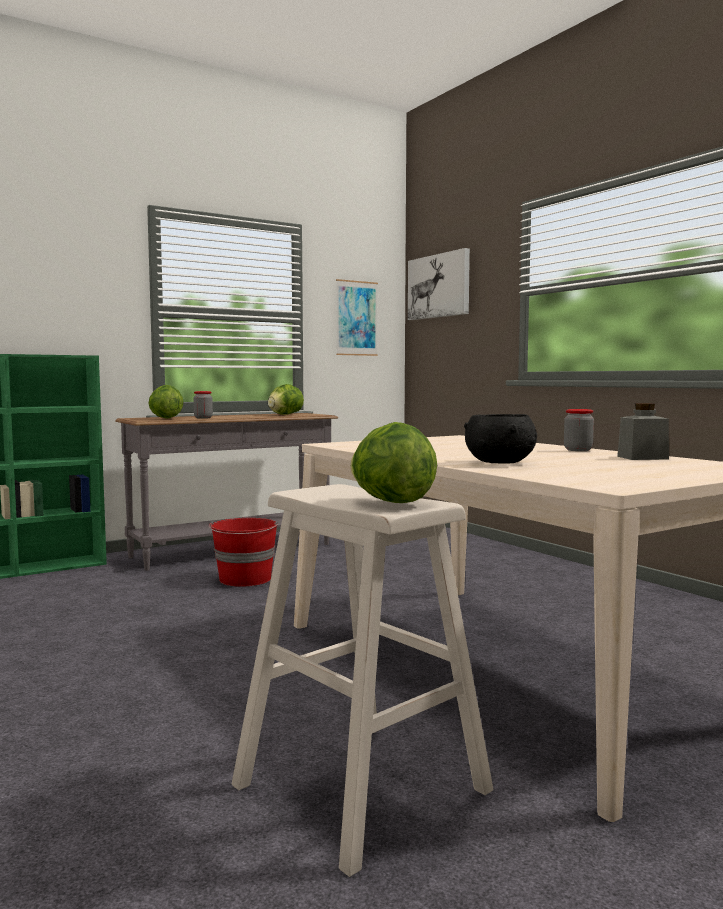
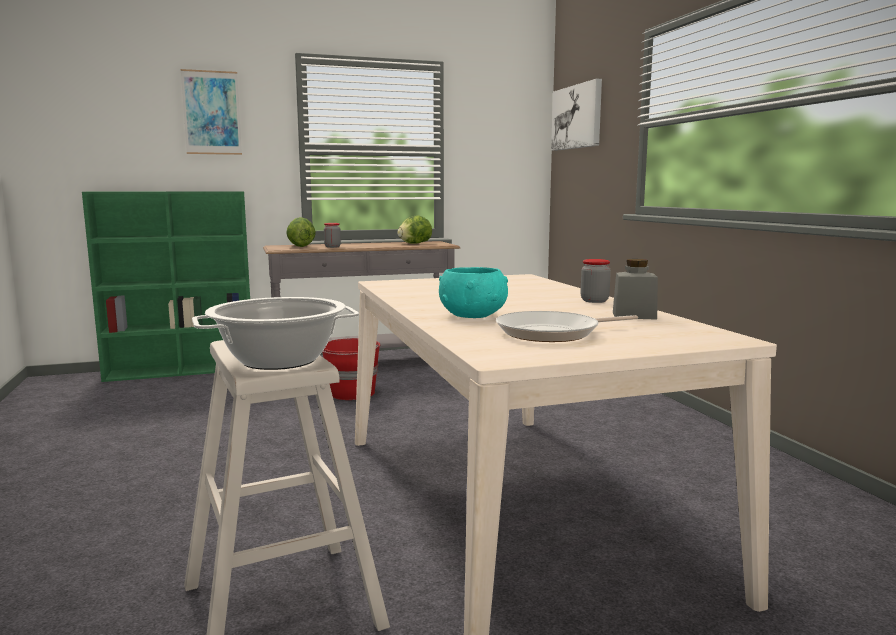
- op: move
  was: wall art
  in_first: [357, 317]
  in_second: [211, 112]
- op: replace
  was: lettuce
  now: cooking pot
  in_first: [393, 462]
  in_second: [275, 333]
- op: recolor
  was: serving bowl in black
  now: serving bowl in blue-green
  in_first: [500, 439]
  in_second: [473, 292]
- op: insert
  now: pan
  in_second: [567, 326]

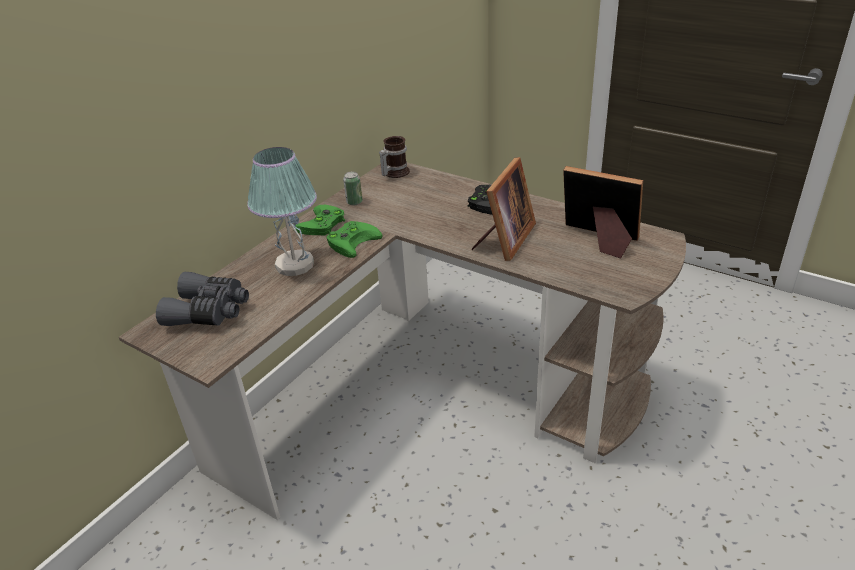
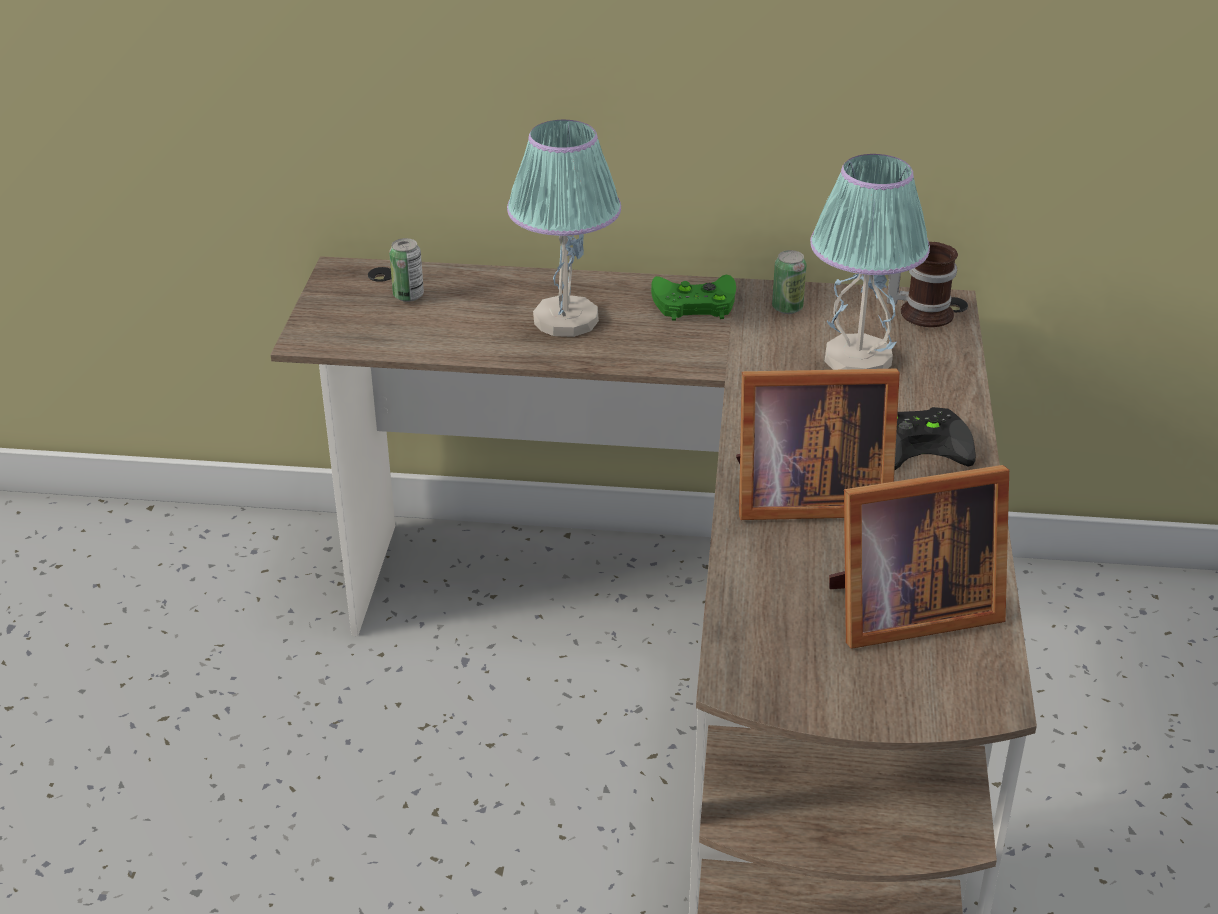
- op: replace
  was: pair of binoculars in greyish
  now: sealed can
  in_first: [202, 299]
  in_second: [406, 270]
- op: insert
  now: tabletop lamp
  in_second: [870, 262]
- op: rotate
  was: standing frame
  in_first: [603, 212]
  in_second: [919, 557]
  clockwise: 75
- op: delete
  was: gamepad in greenish
  in_first: [354, 239]

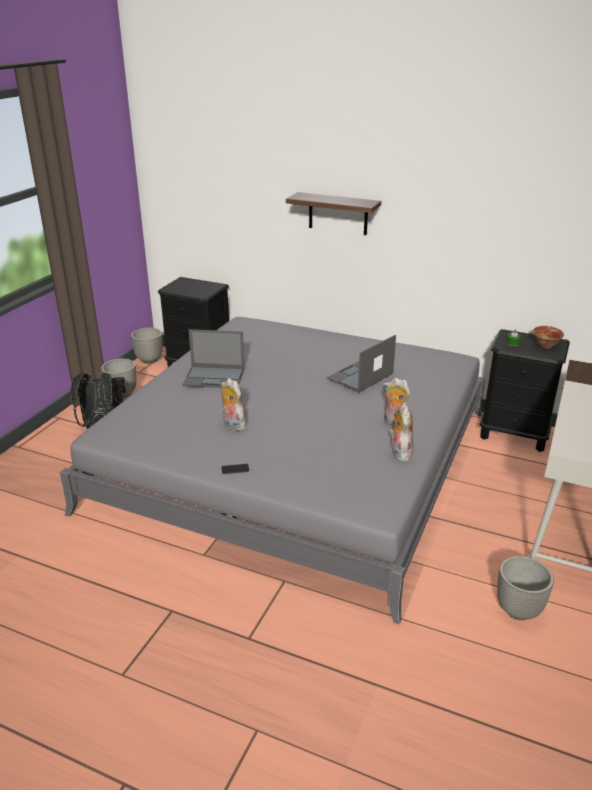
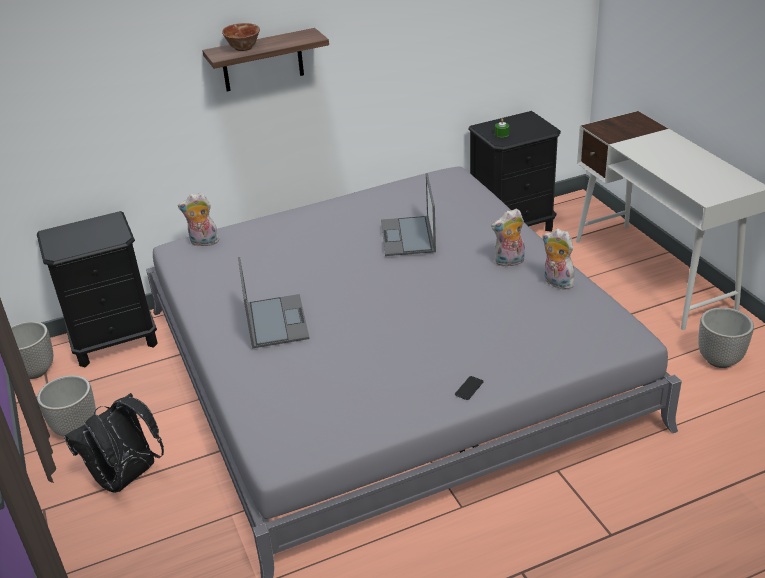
- op: move
  was: soft toy
  in_first: [233, 404]
  in_second: [198, 220]
- op: move
  was: serving bowl
  in_first: [548, 337]
  in_second: [241, 37]
- op: rotate
  was: portable computer
  in_first: [213, 358]
  in_second: [274, 302]
  clockwise: -60

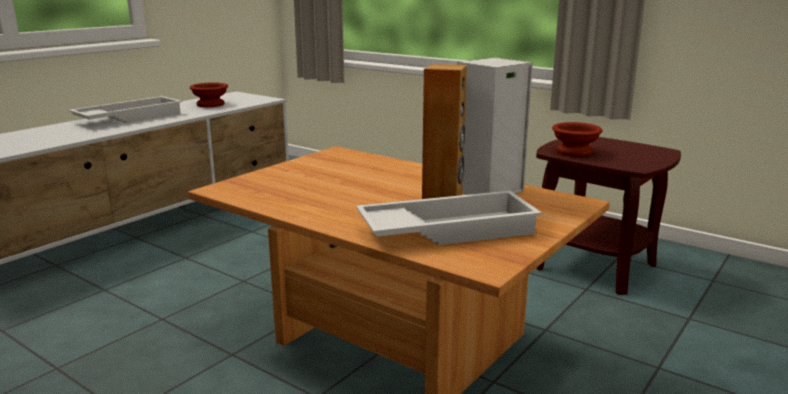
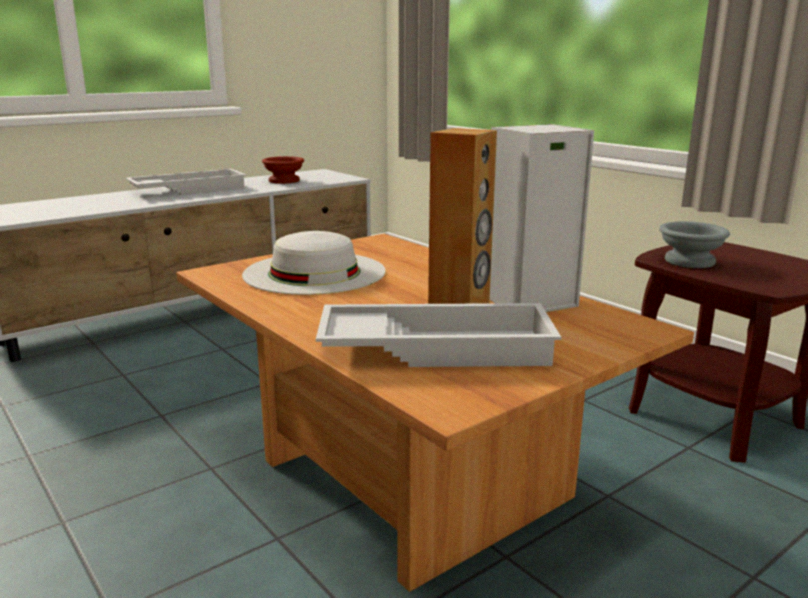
- op: insert
  now: clothing hat in white
  in_second: [314, 263]
- op: recolor
  was: serving bowl in brownish
  now: serving bowl in greyish
  in_first: [577, 139]
  in_second: [694, 244]

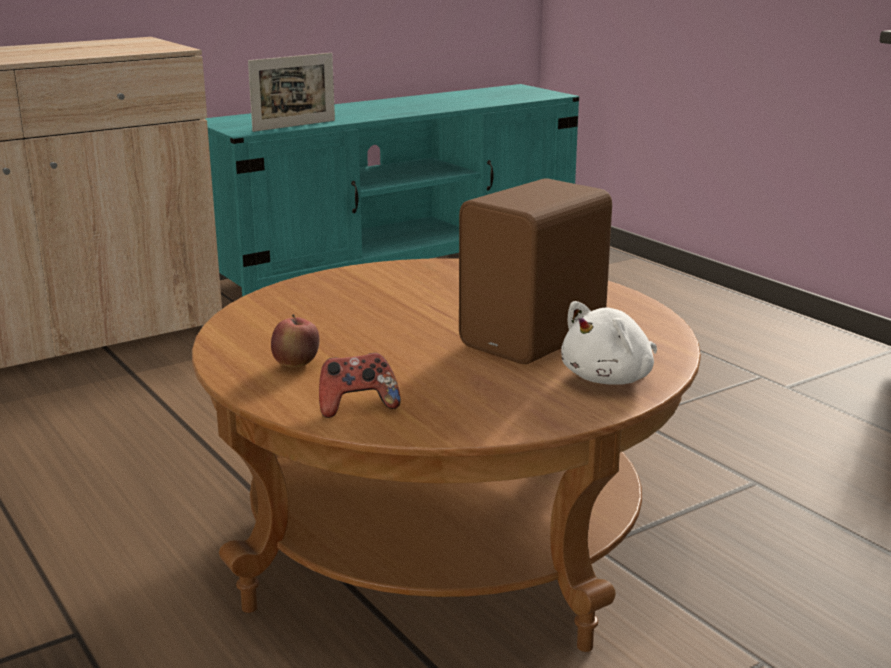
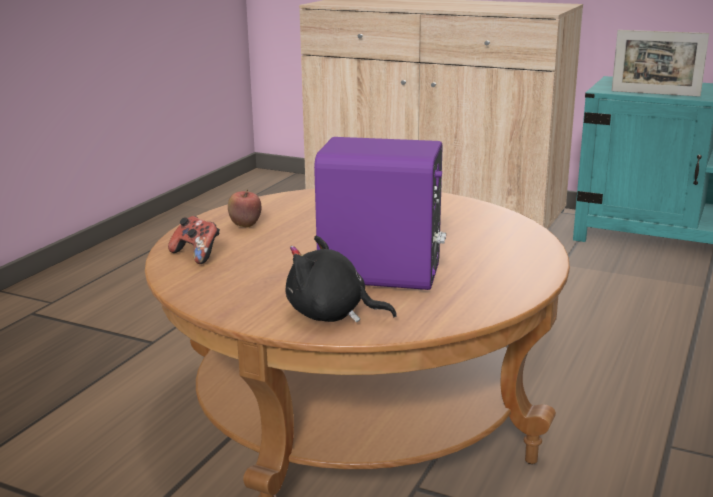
- op: recolor
  was: soft toy in white
  now: soft toy in black
  in_first: [609, 343]
  in_second: [341, 279]
- op: recolor
  was: loudspeaker in brownish
  now: loudspeaker in purplish
  in_first: [535, 271]
  in_second: [380, 213]

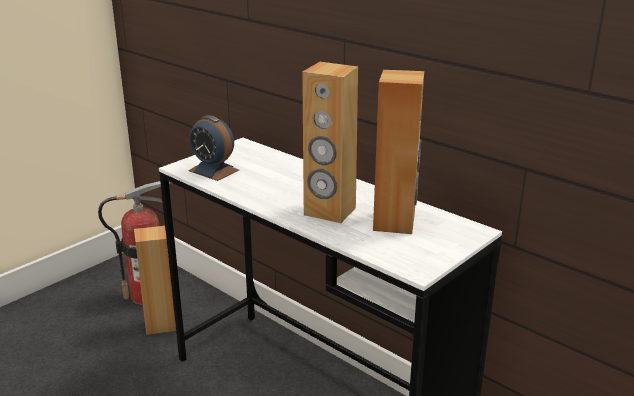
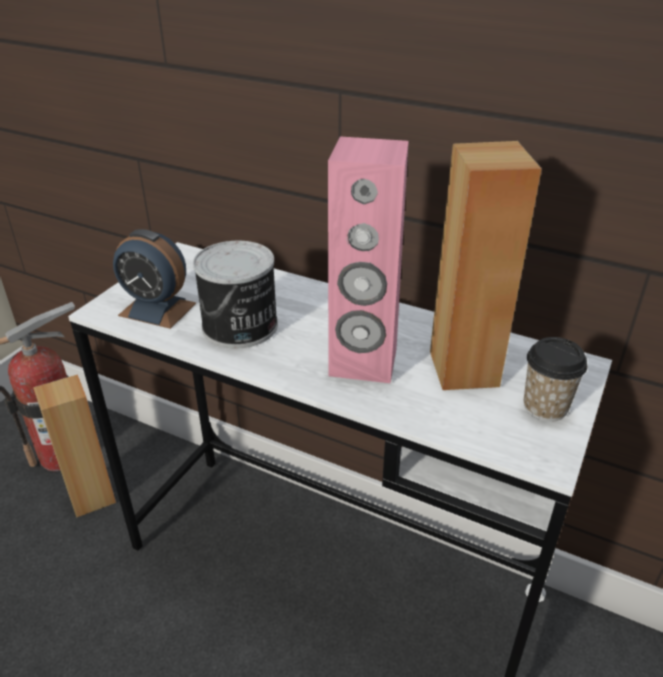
- op: insert
  now: sealed can
  in_second: [235, 294]
- op: recolor
  was: loudspeaker in brownish
  now: loudspeaker in pinkish
  in_first: [330, 142]
  in_second: [368, 259]
- op: insert
  now: small cup
  in_second: [555, 379]

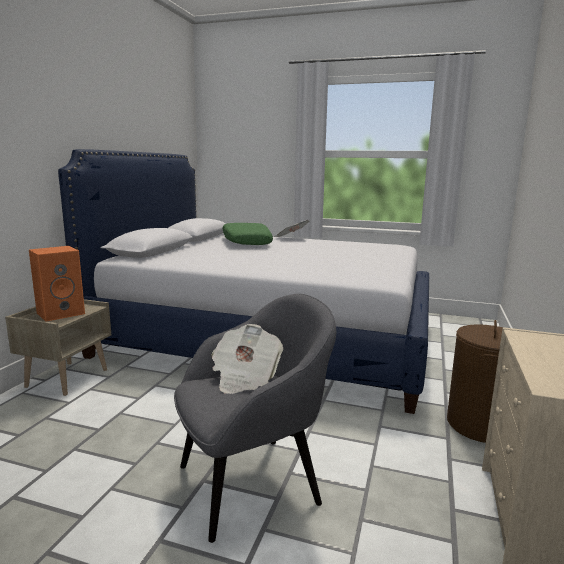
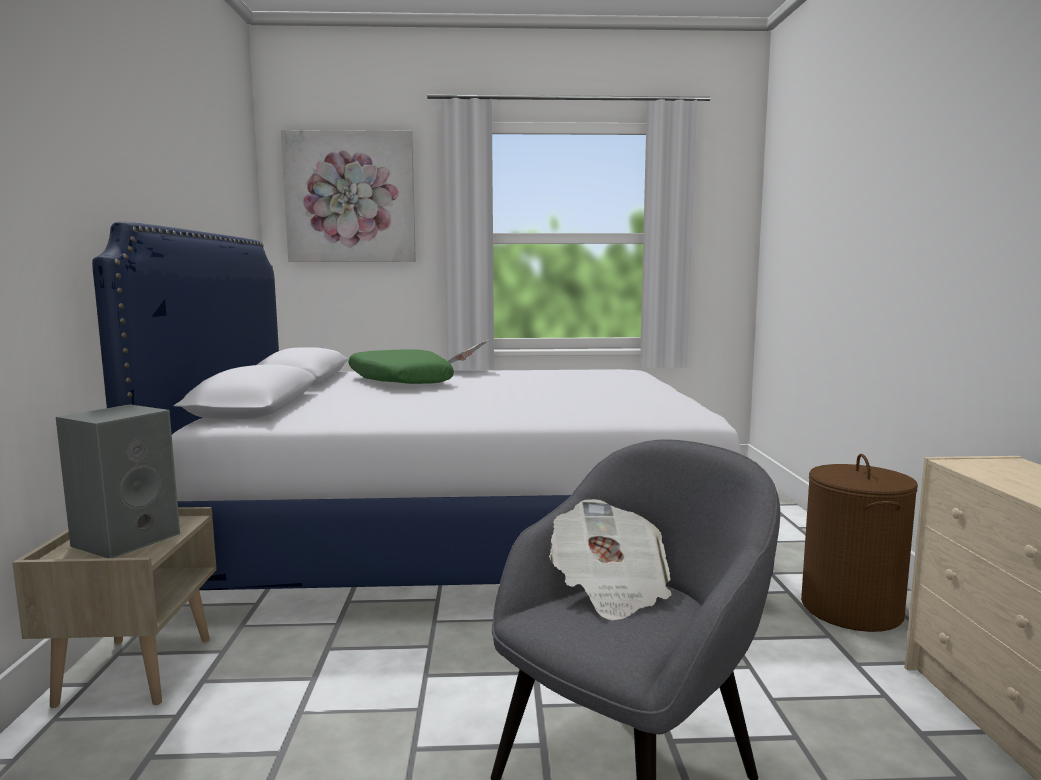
- op: recolor
  was: loudspeaker in orangey
  now: loudspeaker in greyish
  in_first: [57, 284]
  in_second: [118, 481]
- op: insert
  now: wall art
  in_second: [348, 196]

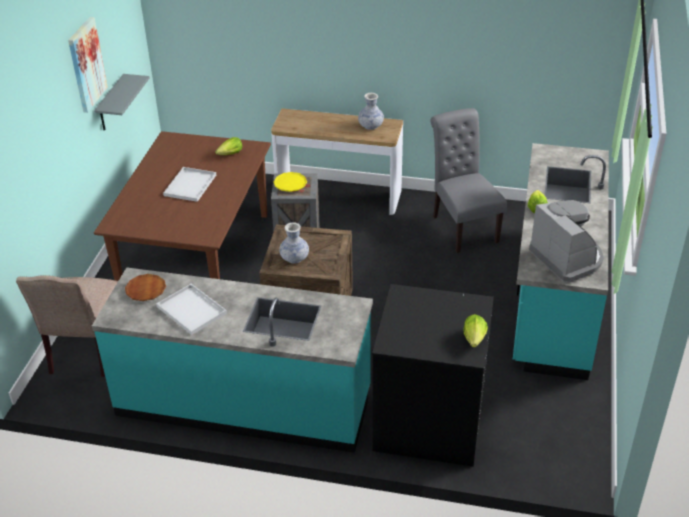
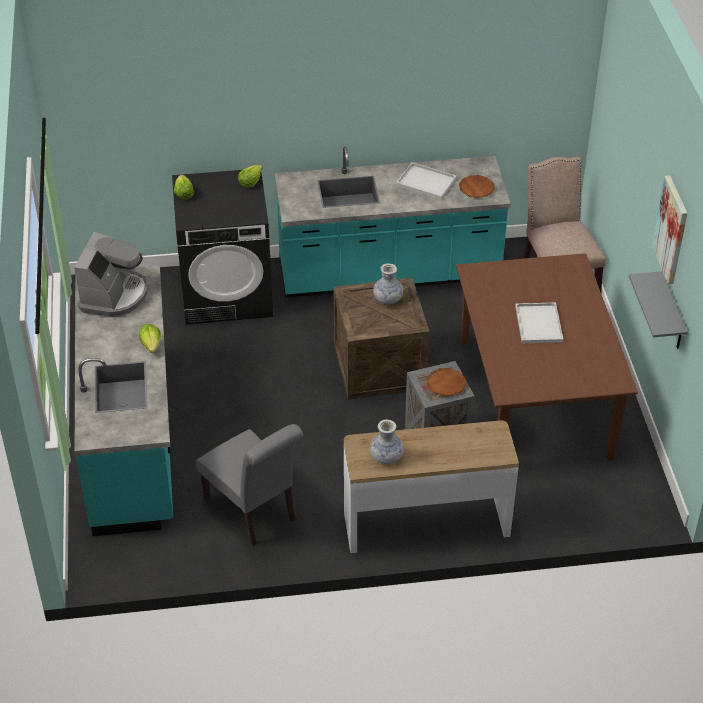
- op: rotate
  was: coffee machine
  in_first: [566, 241]
  in_second: [111, 274]
  clockwise: -120
- op: move
  was: lettuce
  in_first: [228, 146]
  in_second: [250, 176]
- op: recolor
  was: flat dish in yellow
  now: flat dish in brownish
  in_first: [290, 182]
  in_second: [446, 382]

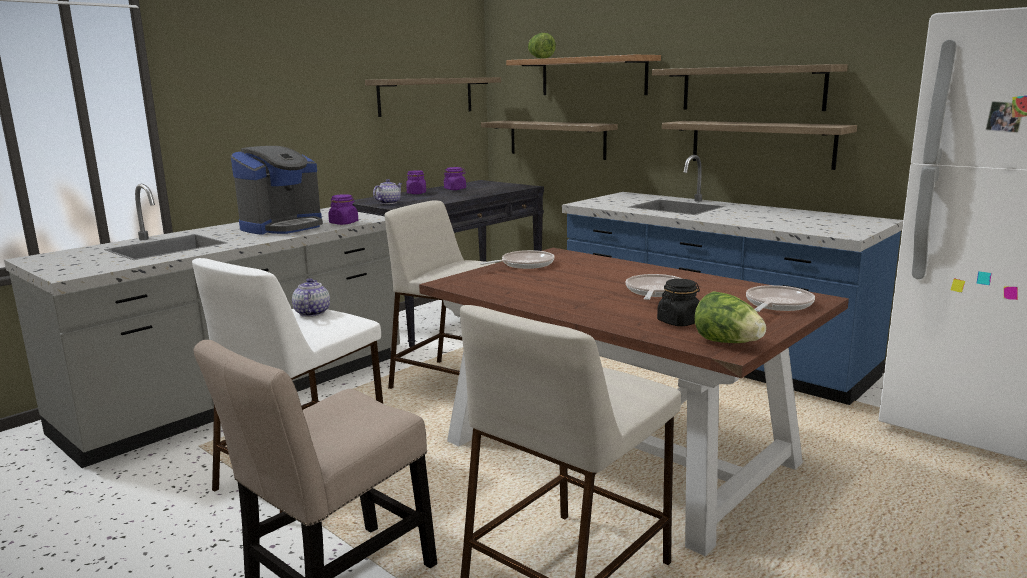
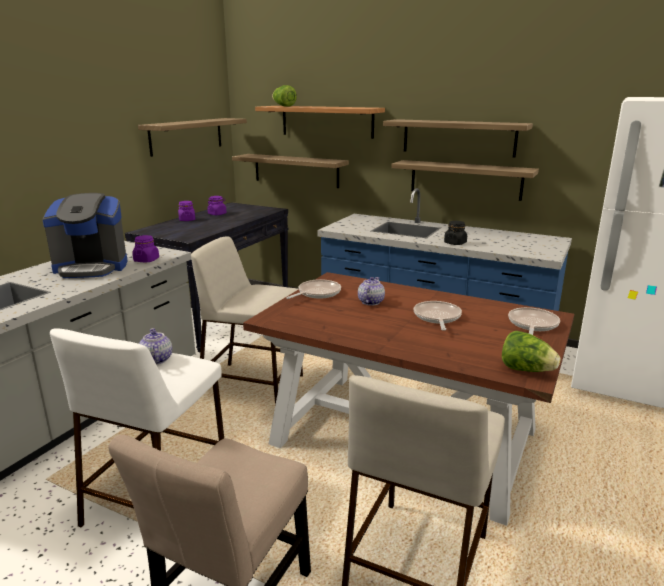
- op: rotate
  was: coffee machine
  in_first: [277, 190]
  in_second: [85, 235]
  clockwise: 60
- op: move
  was: tea pot
  in_first: [388, 191]
  in_second: [371, 291]
- op: move
  was: jar in black
  in_first: [678, 303]
  in_second: [455, 233]

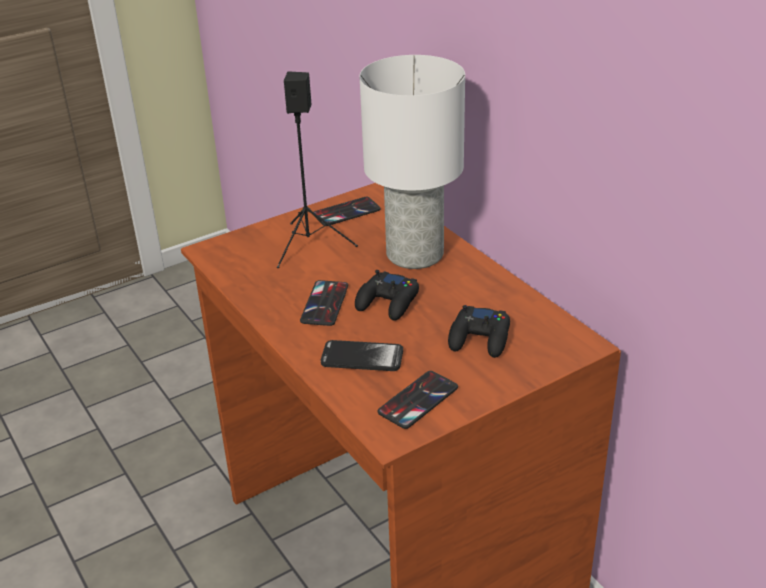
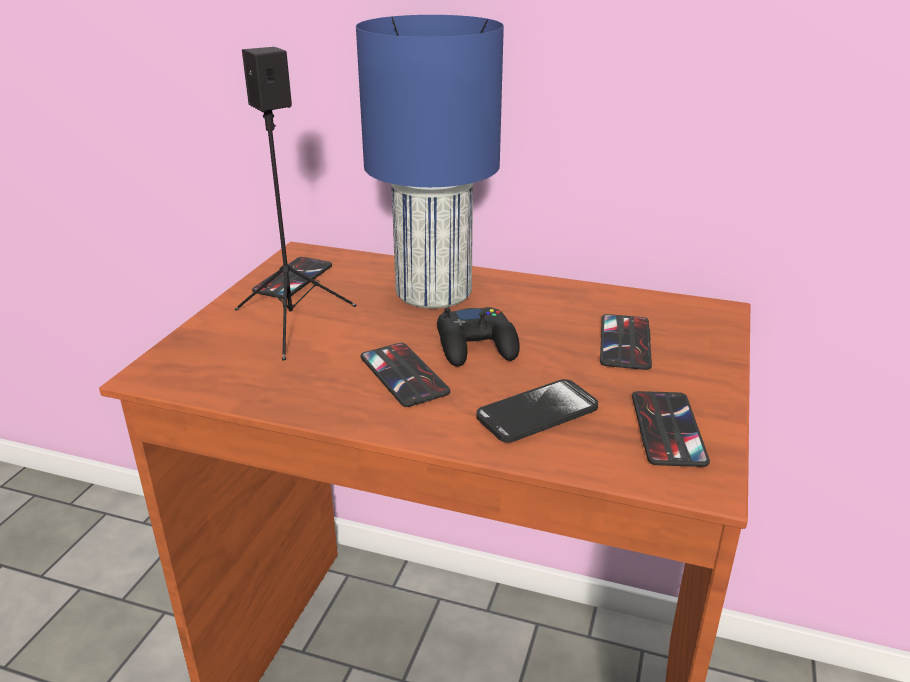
- op: recolor
  was: tabletop lamp in white
  now: tabletop lamp in blue
  in_first: [412, 162]
  in_second: [430, 162]
- op: replace
  was: gamepad in black
  now: handset
  in_first: [479, 331]
  in_second: [626, 342]

